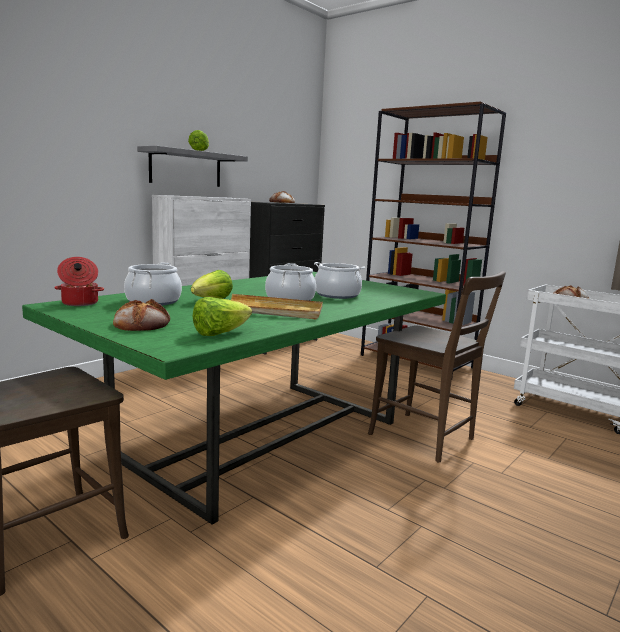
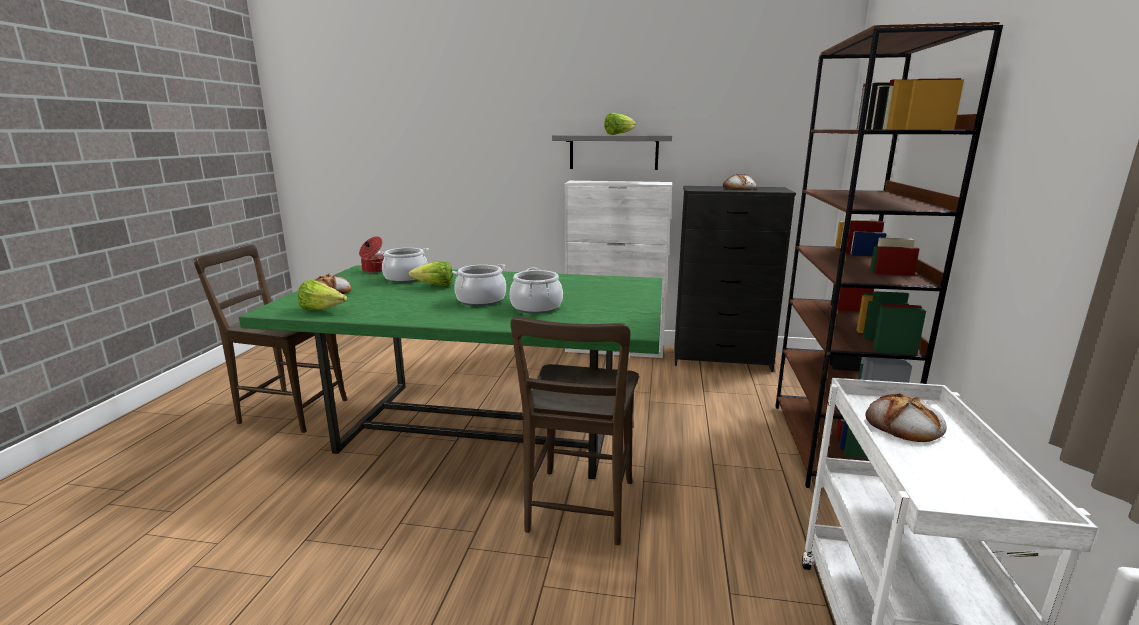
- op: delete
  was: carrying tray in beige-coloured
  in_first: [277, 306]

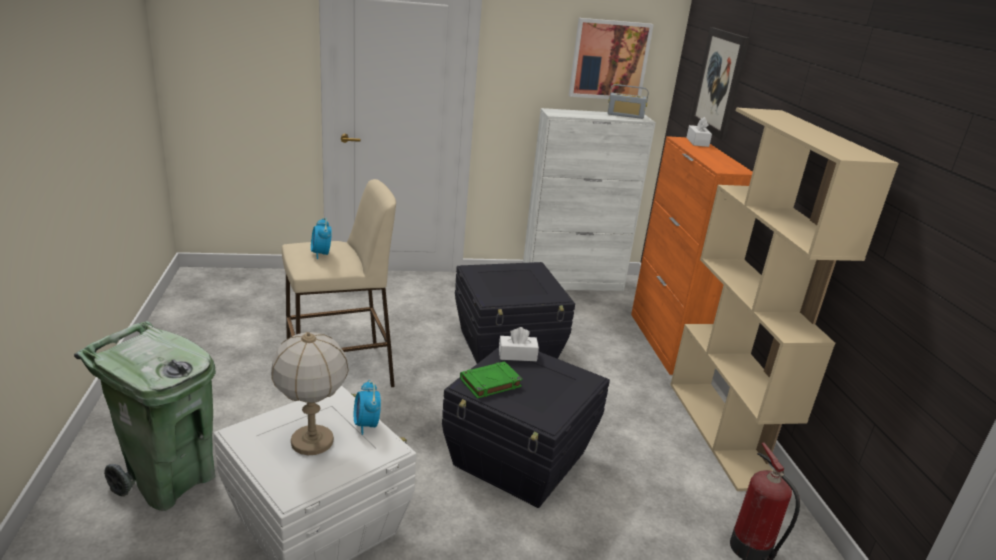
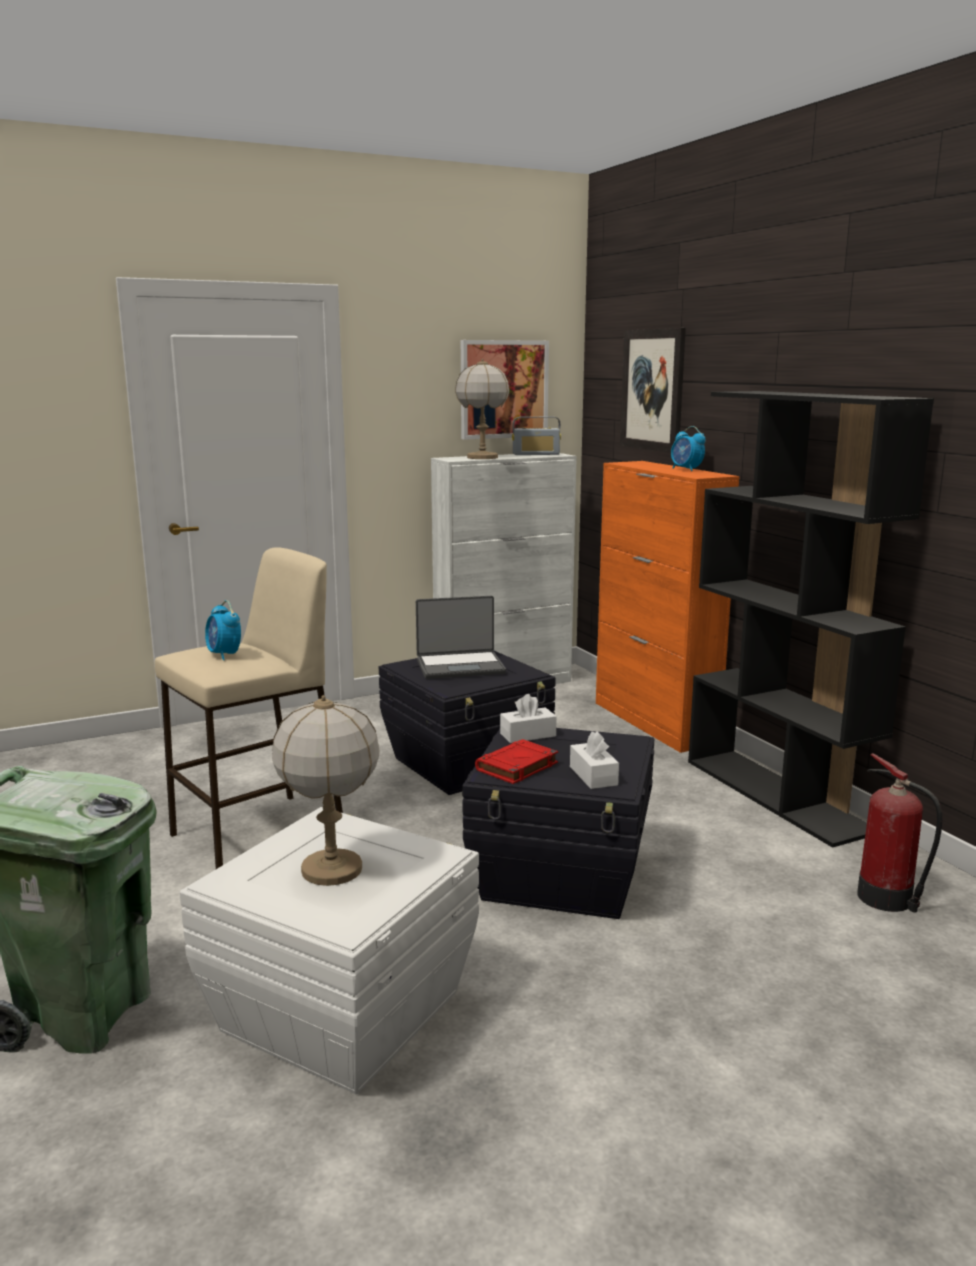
- op: insert
  now: portable computer
  in_second: [461, 637]
- op: insert
  now: tabletop lamp
  in_second: [482, 409]
- op: recolor
  was: bound book in greenish
  now: bound book in red-coloured
  in_first: [491, 380]
  in_second: [516, 761]
- op: move
  was: tissue holder in white
  in_first: [699, 132]
  in_second: [594, 760]
- op: move
  was: bedside clock
  in_first: [367, 407]
  in_second: [688, 448]
- op: recolor
  was: bookcase in beige-coloured
  now: bookcase in black
  in_first: [784, 299]
  in_second: [811, 619]

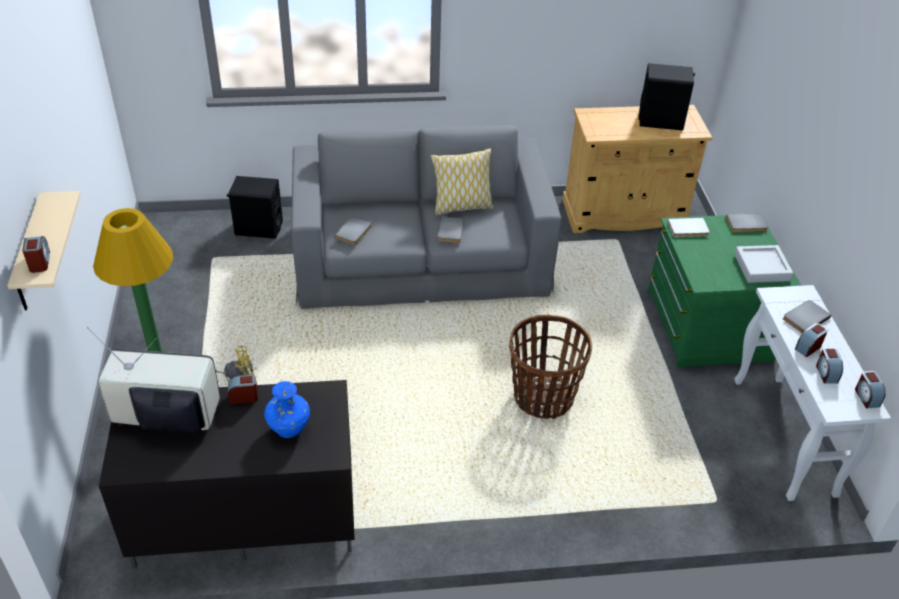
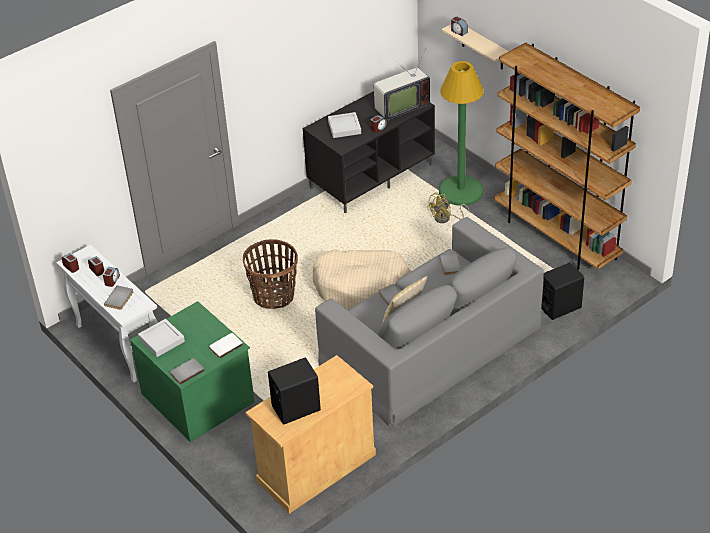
- op: insert
  now: pet bed in beige-coloured
  in_second: [362, 279]
- op: replace
  was: vase in blue
  now: carrying tray in greyish
  in_first: [287, 409]
  in_second: [344, 125]
- op: insert
  now: bookcase in brownish
  in_second: [567, 156]

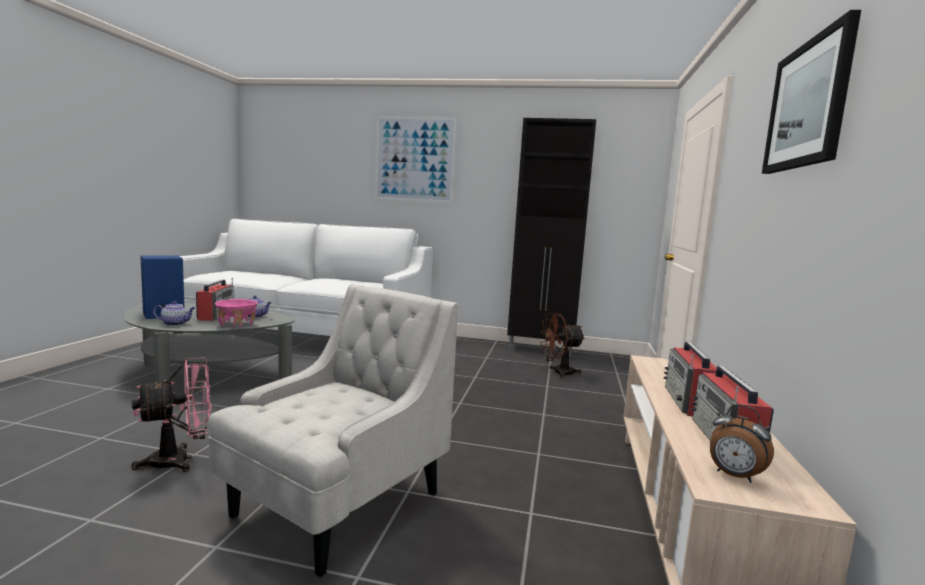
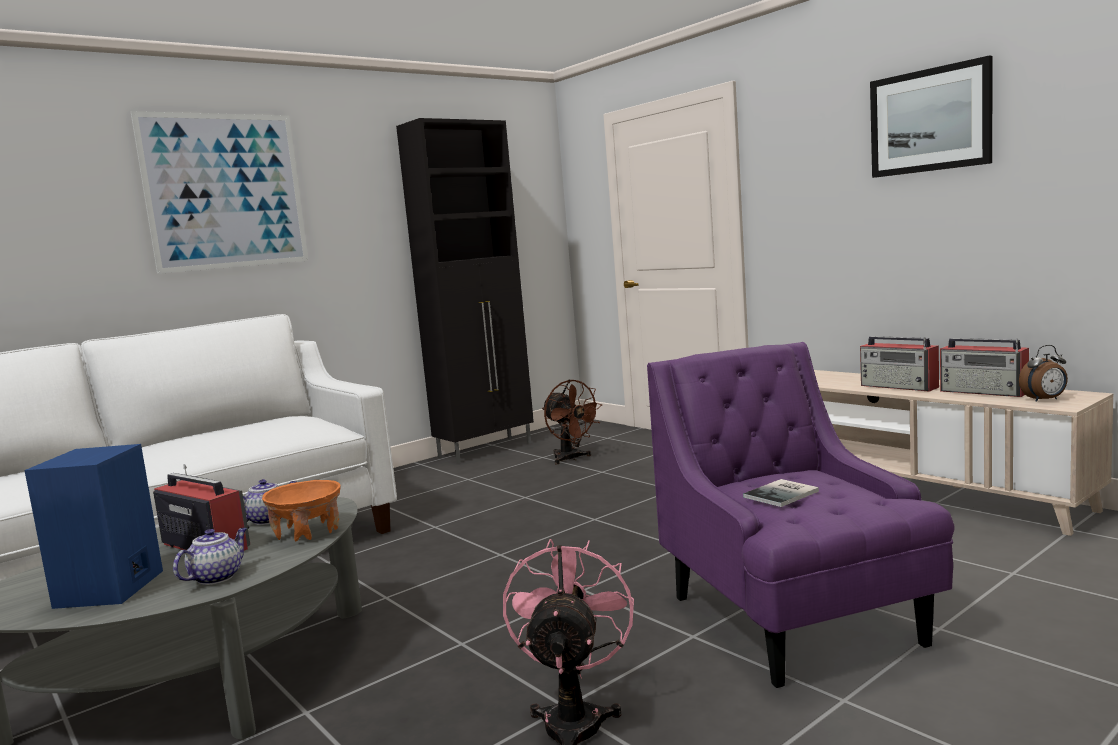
- op: recolor
  was: serving bowl in pinkish
  now: serving bowl in orangey
  in_first: [236, 313]
  in_second: [301, 511]
- op: rotate
  was: fan in brownish
  in_first: [562, 345]
  in_second: [572, 422]
  clockwise: -60
- op: recolor
  was: armchair in white
  now: armchair in purplish
  in_first: [332, 430]
  in_second: [800, 515]
- op: insert
  now: bound book
  in_second: [781, 493]

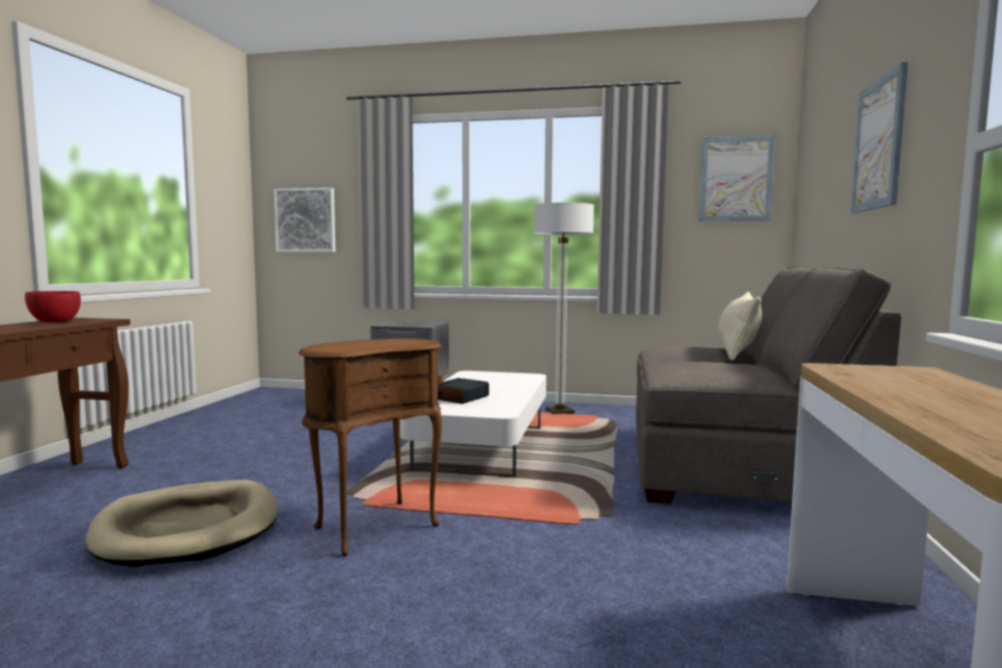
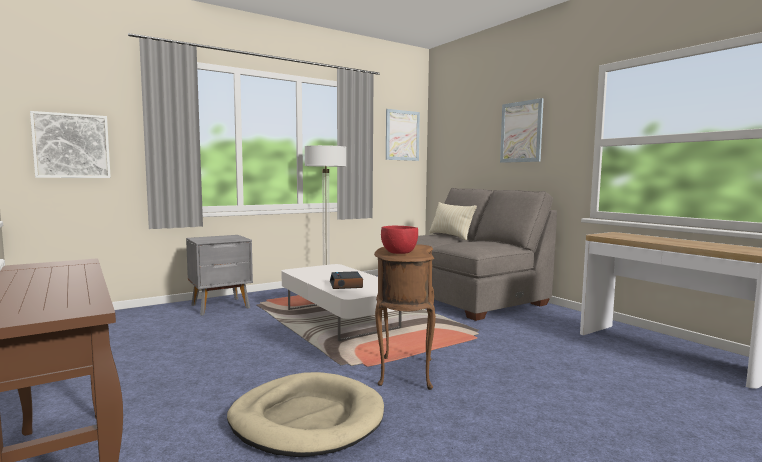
- op: move
  was: serving bowl in red-coloured
  in_first: [53, 306]
  in_second: [399, 240]

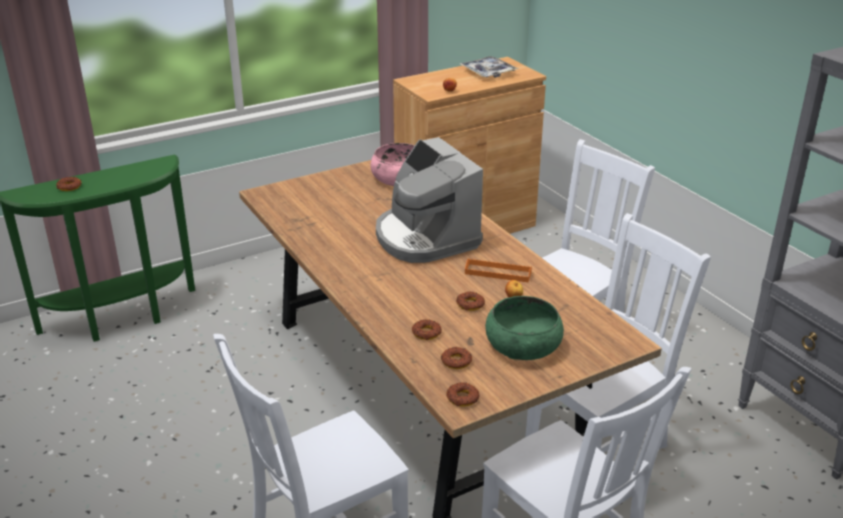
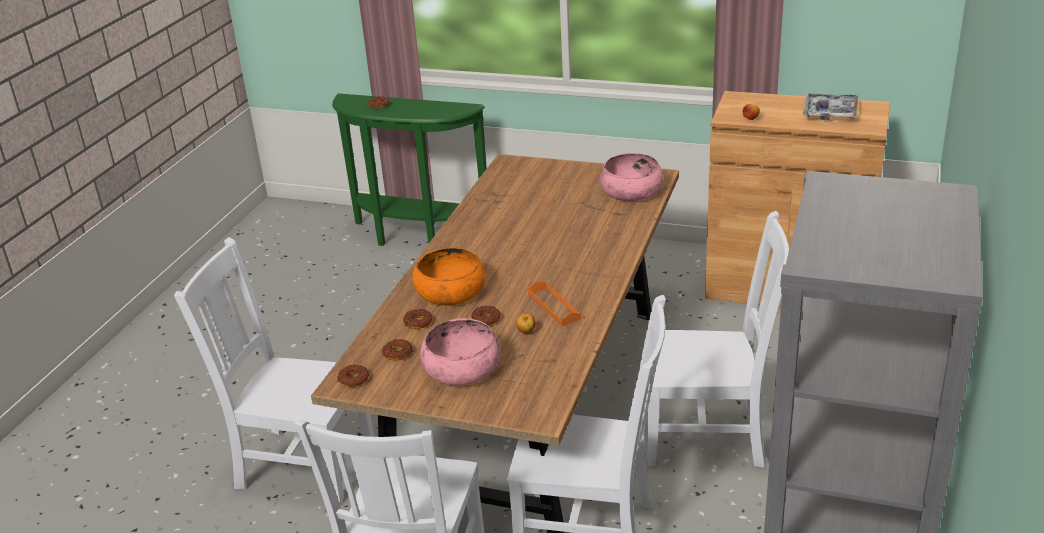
- op: insert
  now: serving bowl in orangey
  in_second: [449, 276]
- op: recolor
  was: serving bowl in greenish
  now: serving bowl in pinkish
  in_first: [524, 328]
  in_second: [460, 352]
- op: delete
  was: coffee machine
  in_first: [429, 200]

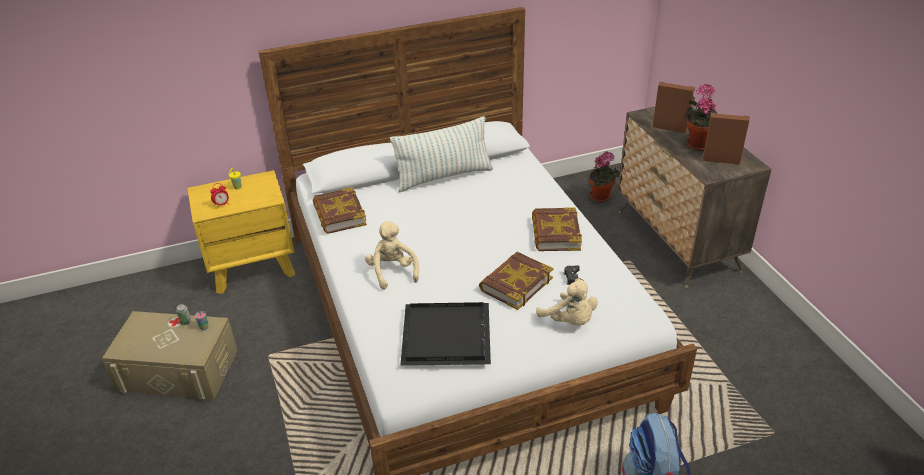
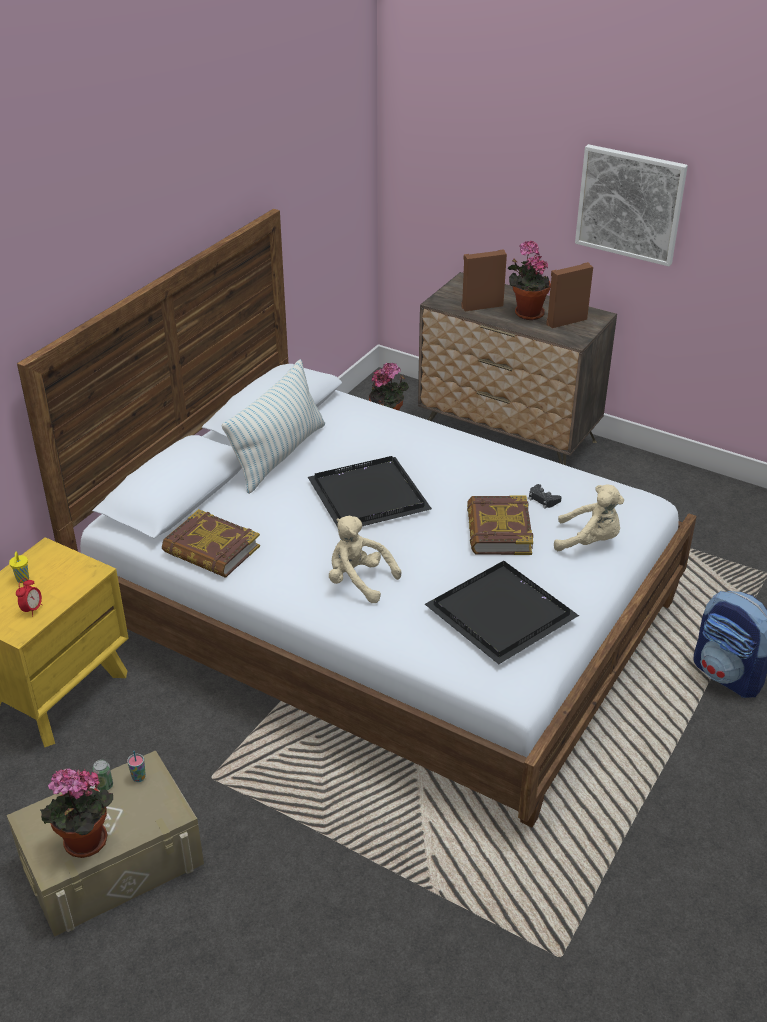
- op: insert
  now: houseplant
  in_second: [76, 813]
- op: insert
  now: carrying tray in black
  in_second: [370, 492]
- op: insert
  now: wall art
  in_second: [631, 205]
- op: delete
  was: bound book
  in_first: [557, 229]

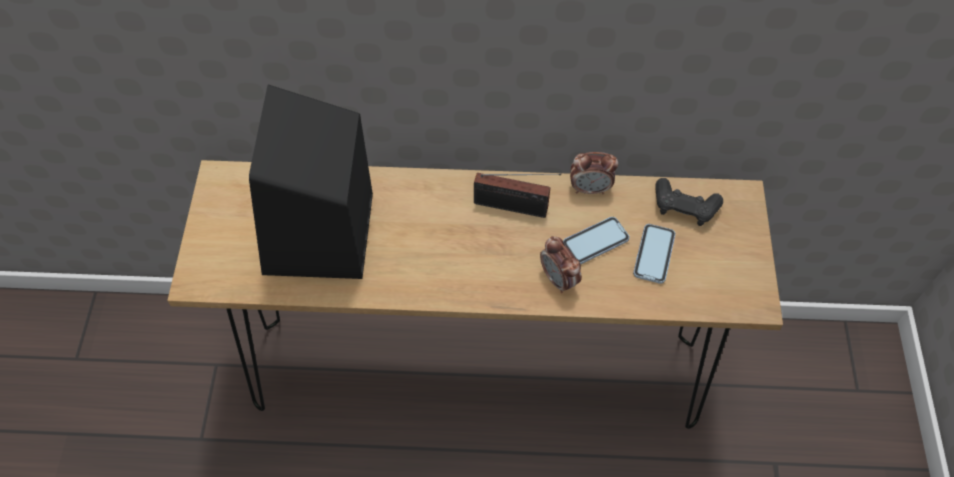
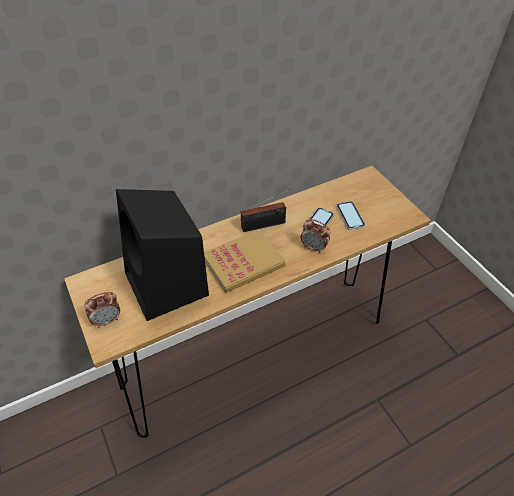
- op: move
  was: bedside clock
  in_first: [594, 173]
  in_second: [102, 310]
- op: insert
  now: bound book
  in_second: [245, 261]
- op: delete
  was: gamepad in black
  in_first: [689, 202]

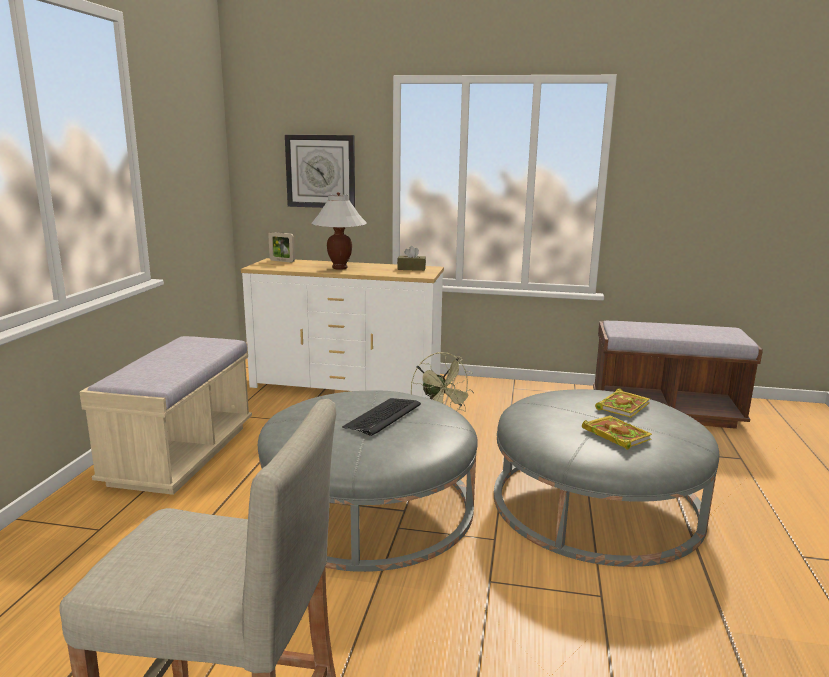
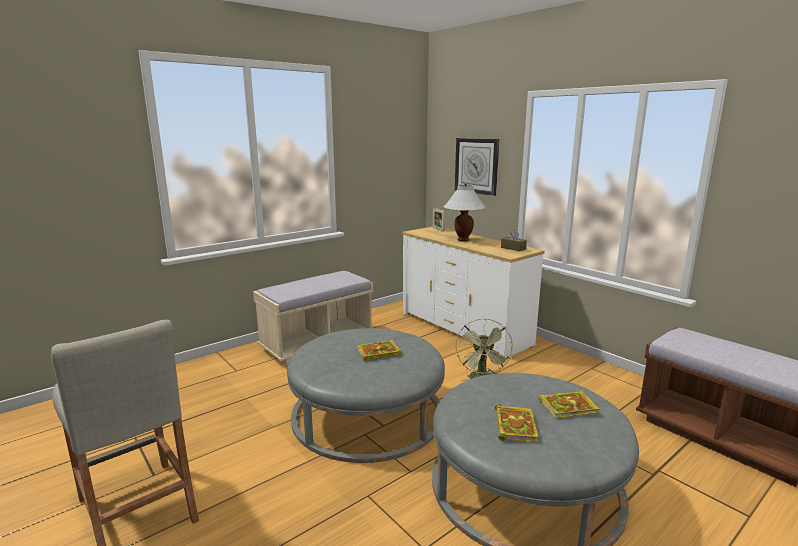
- op: replace
  was: keyboard
  now: bound book
  in_first: [381, 417]
  in_second: [379, 350]

